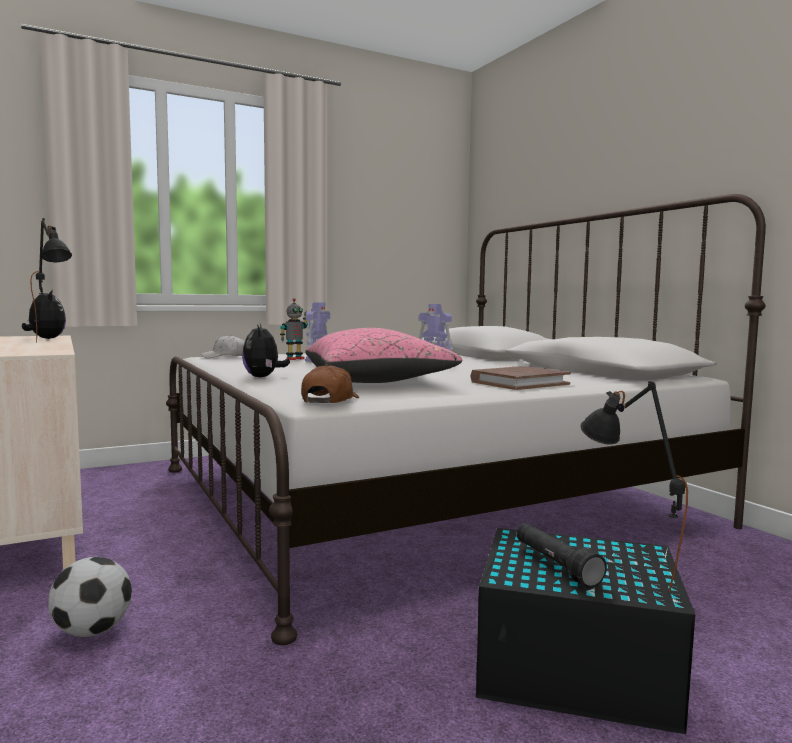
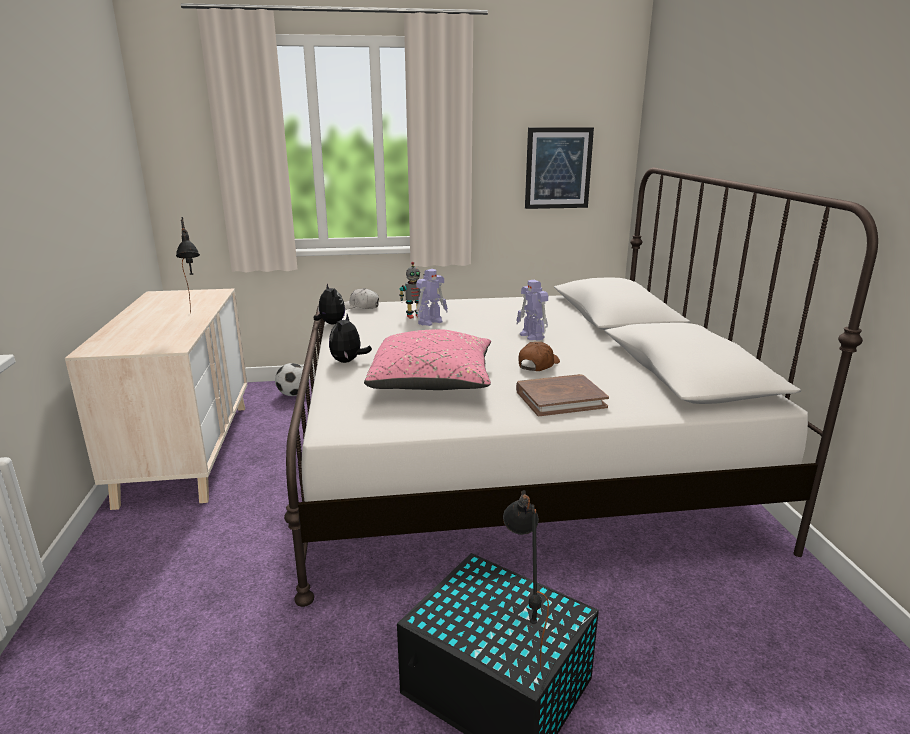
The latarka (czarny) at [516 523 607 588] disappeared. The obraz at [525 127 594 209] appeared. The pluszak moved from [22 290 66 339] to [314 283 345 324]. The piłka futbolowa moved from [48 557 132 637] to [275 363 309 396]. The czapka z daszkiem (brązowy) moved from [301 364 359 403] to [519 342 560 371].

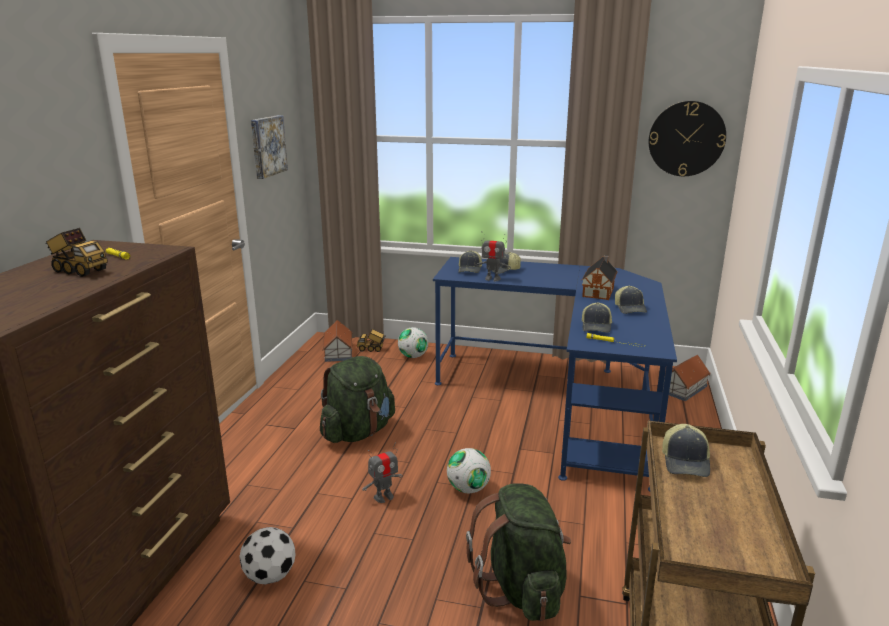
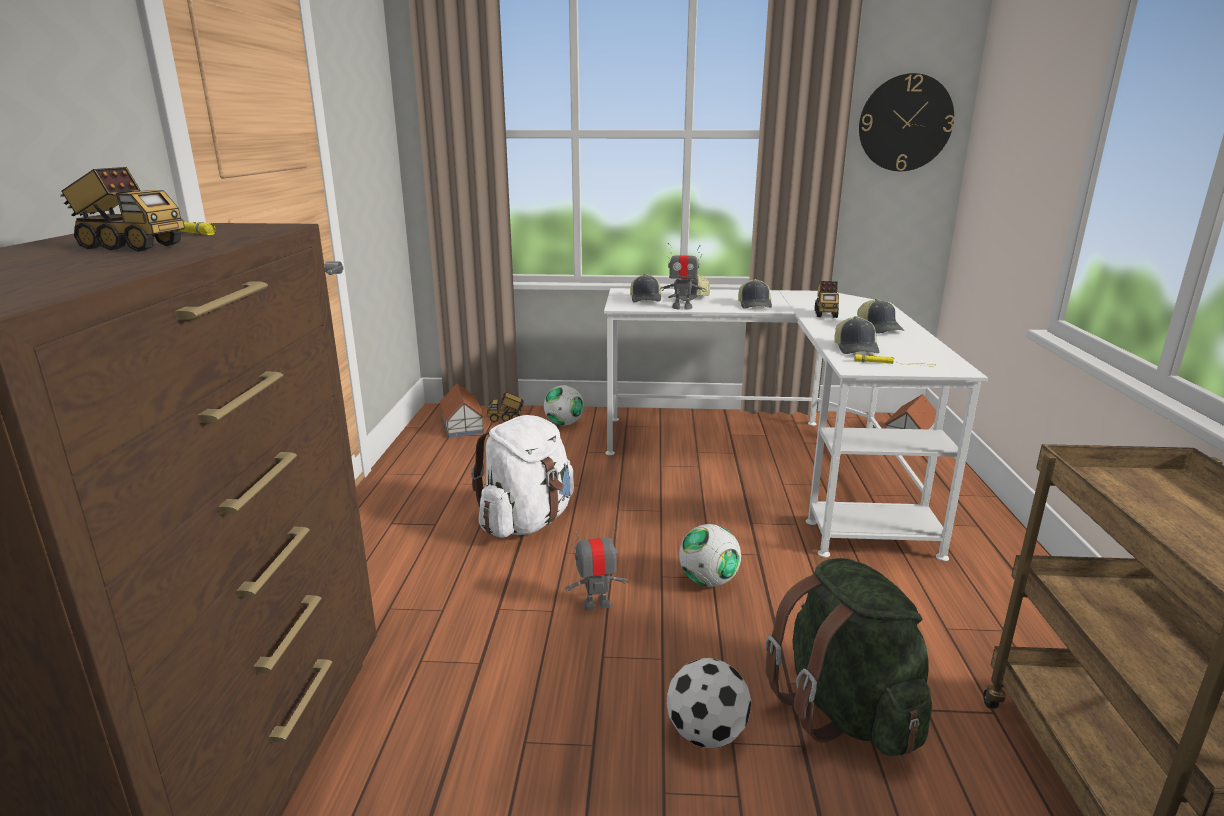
The obraz at [251 115 288 179] disappeared. The piłka futbolowa moved from [239 527 296 585] to [667 658 751 748]. The czapka z daszkiem moved from [662 424 710 477] to [738 279 772 309]. The domek at [581 255 618 300] was replaced by the ciężarówka zabawkowa at [815 281 839 318]. The plecak (zielony) at [320 356 395 443] became the plecak (biały) at [471 415 574 538]. The biurko (niebieski) at [433 257 677 491] became the biurko (biały) at [604 288 988 561]. The robot zabawkowy at [362 443 403 503] turned 150 degrees counterclockwise.

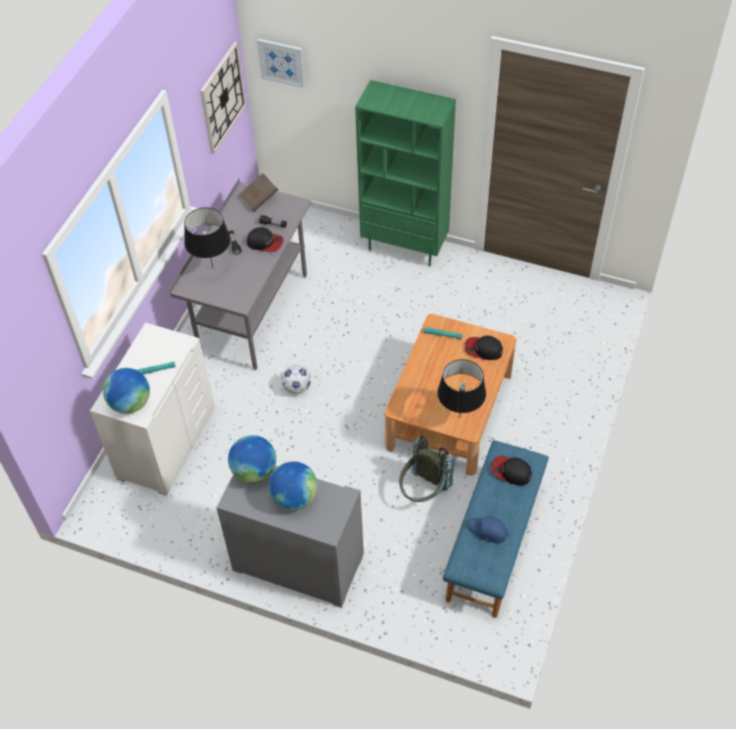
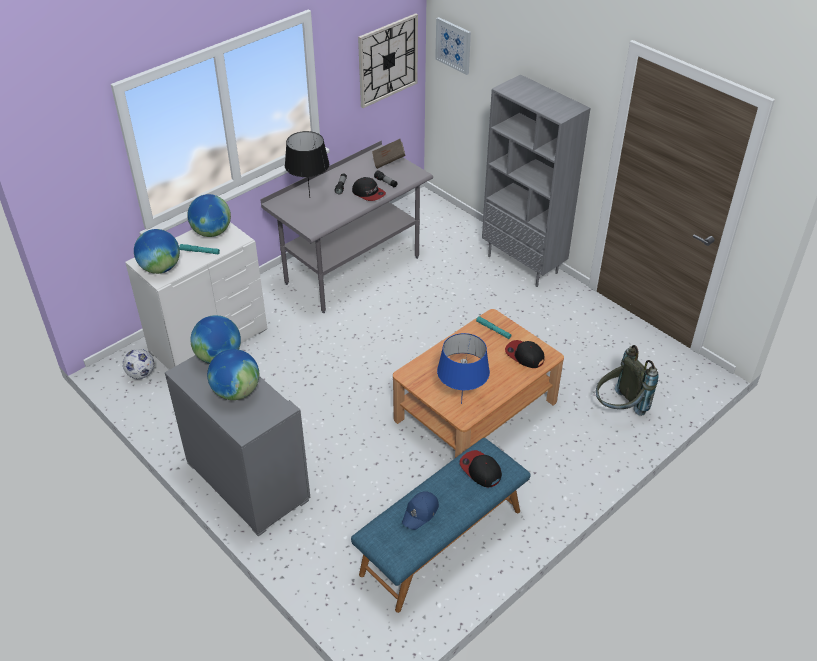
The globus at [187 194 231 237] appeared. The piłka futbolowa moved from [282 365 311 394] to [123 349 154 379]. The plecak (szary) moved from [399 436 455 502] to [596 345 659 416]. The regał (zielony) at [355 80 456 266] became the regał (szary) at [482 75 590 287]. The lampa stołowa (czarny) at [437 359 486 414] became the lampa stołowa (niebieski) at [437 333 490 404]. The czapka z daszkiem (niebieski) at [467 516 508 543] turned 105 degrees counterclockwise.

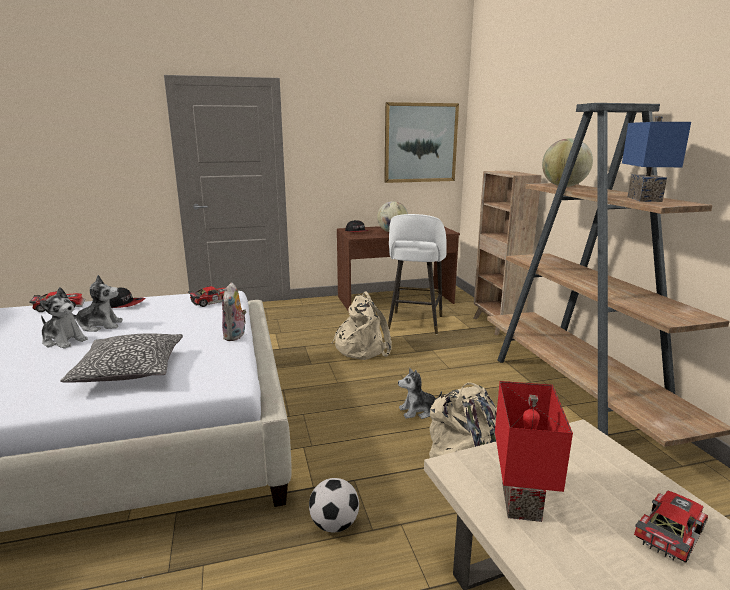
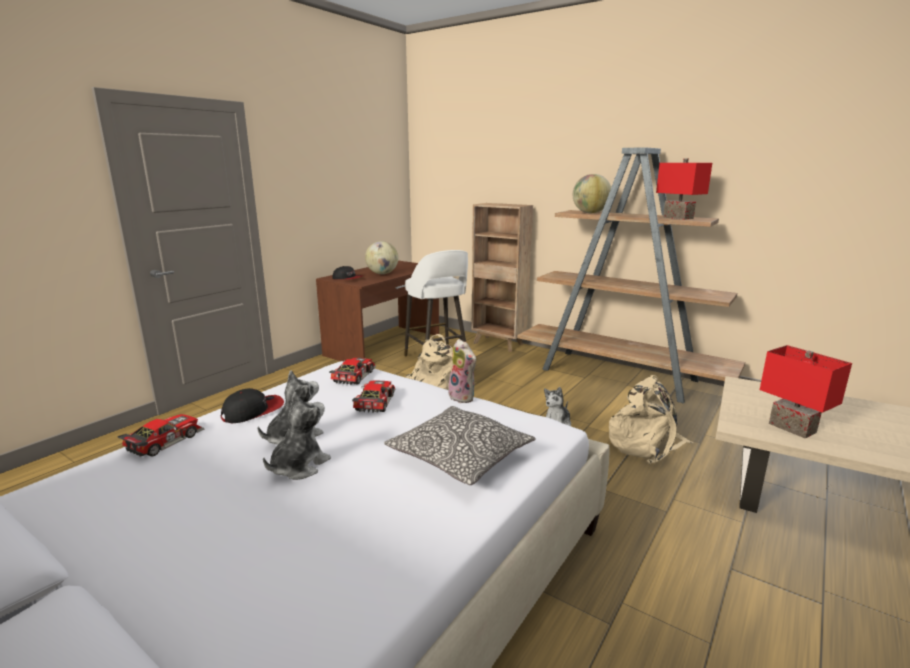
The piłka futbolowa at [309 478 359 532] disappeared. The obraz at [384 102 459 183] disappeared. The samochodzik moved from [634 491 708 563] to [352 381 396 413]. The lampa stołowa (niebieski) at [622 116 691 202] became the lampa stołowa (czerwony) at [656 159 712 220]. The pluszak at [39 287 88 349] turned 45 degrees counterclockwise.

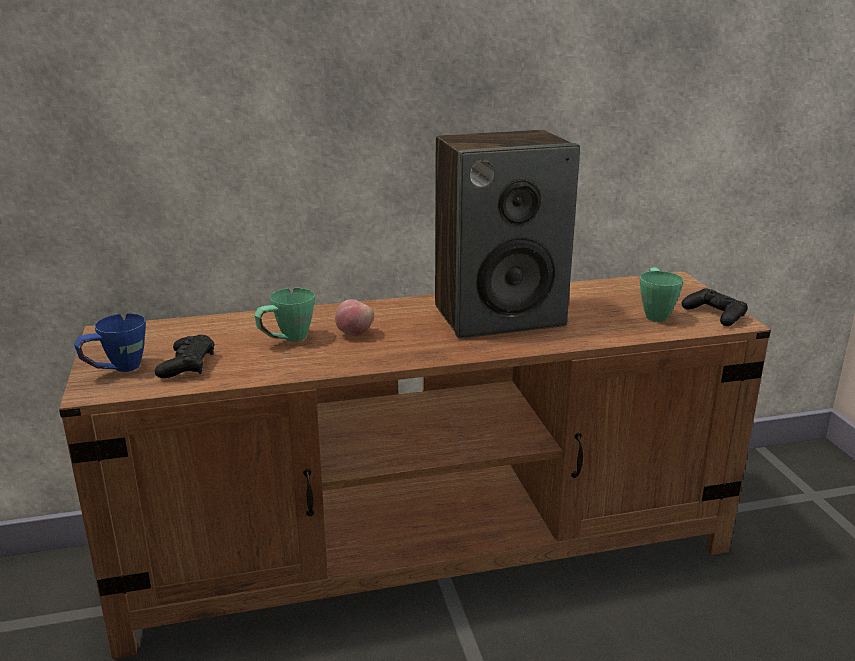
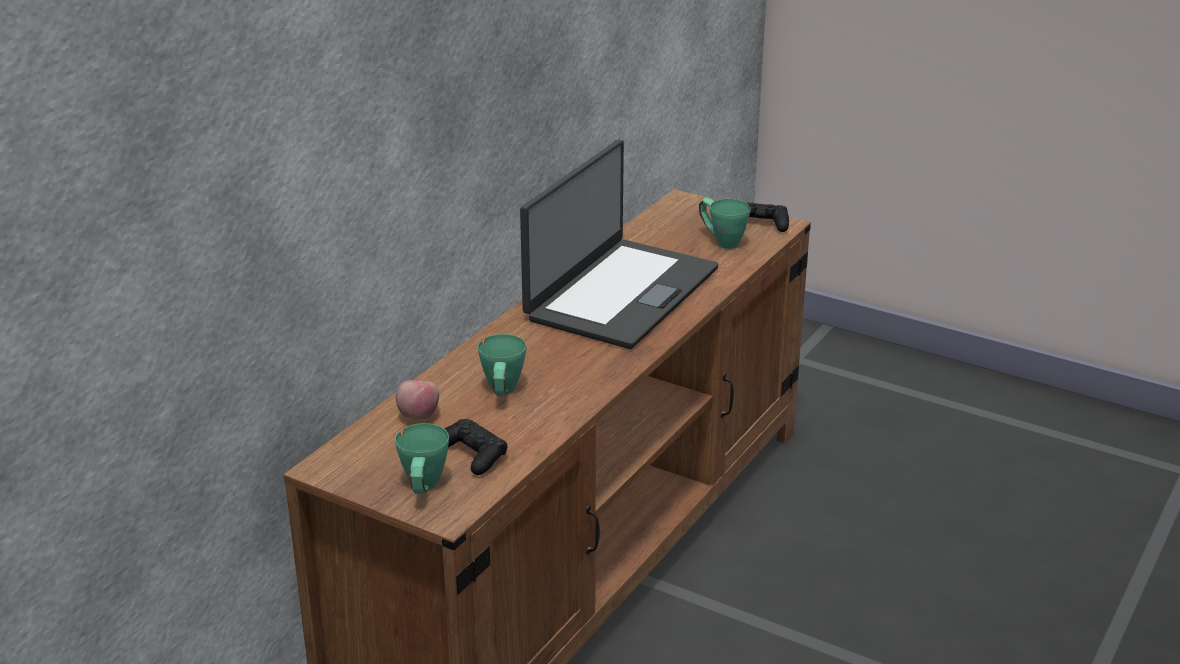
The jabłko moved from [335 299 374 336] to [396 380 439 419]. The głośnik at [435 130 580 339] was replaced by the laptop at [520 140 718 349]. The kubek (niebieski) at [74 313 146 372] became the kubek (zielony) at [395 423 449 494].

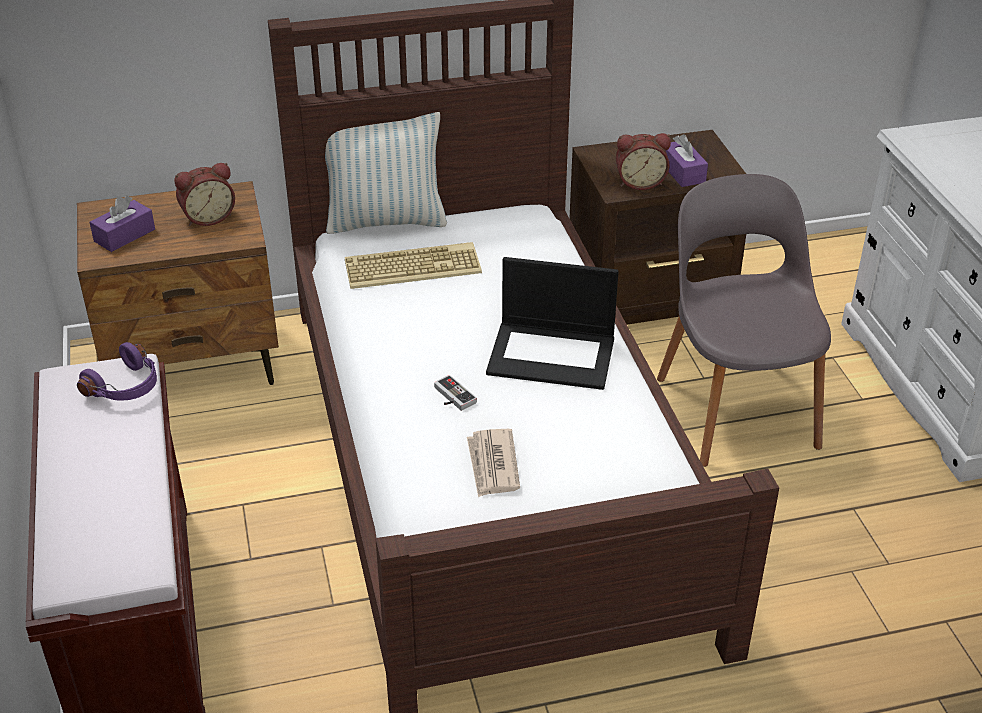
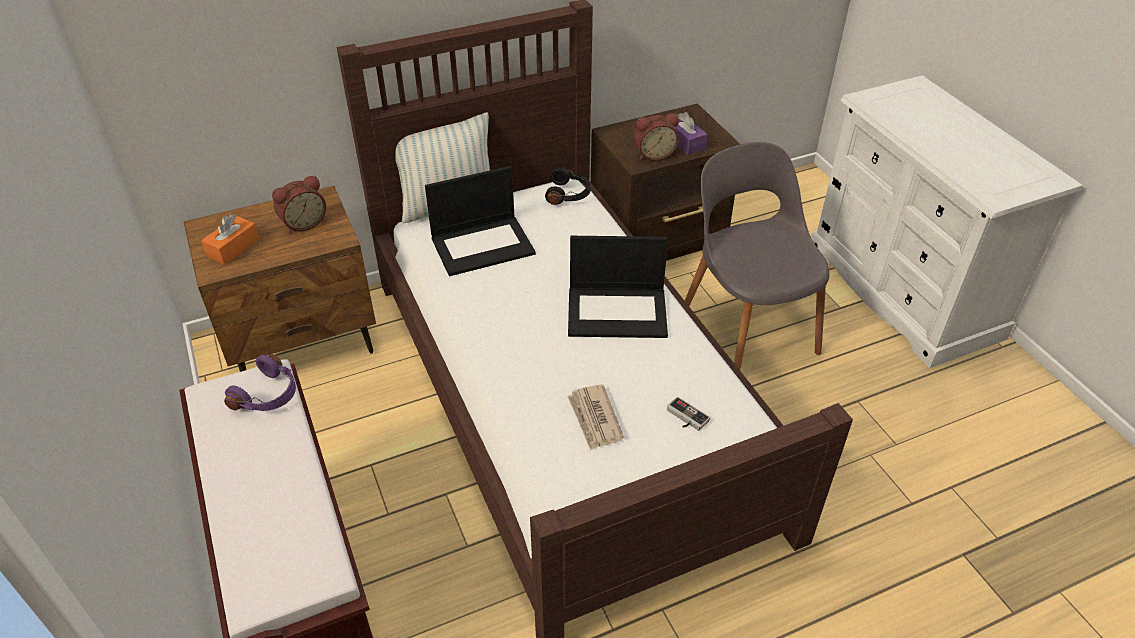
The słuchawki (czarny) at [545 167 590 205] appeared. The pad do gier moved from [434 375 477 411] to [667 397 710 431]. The klawiatura at [345 242 482 289] was replaced by the laptop at [425 166 536 276]. The pudełko chusteczek (fioletowy) at [90 195 155 252] became the pudełko chusteczek (pomarańczowy) at [201 214 259 265].

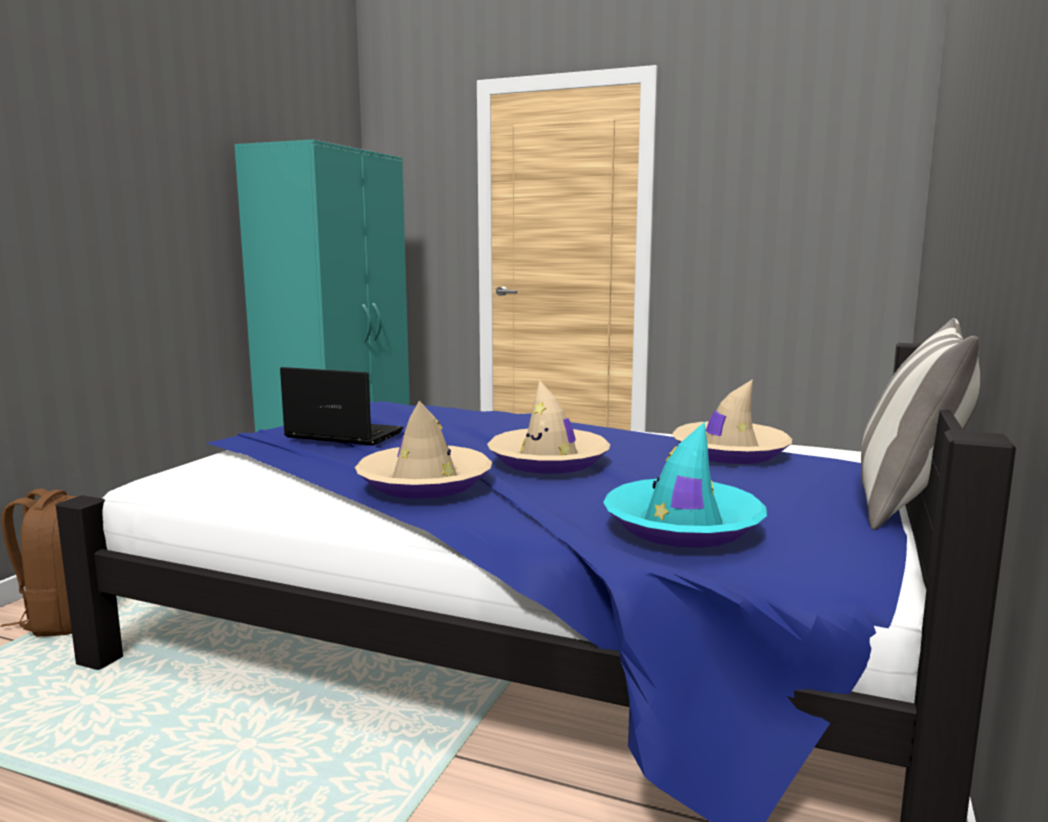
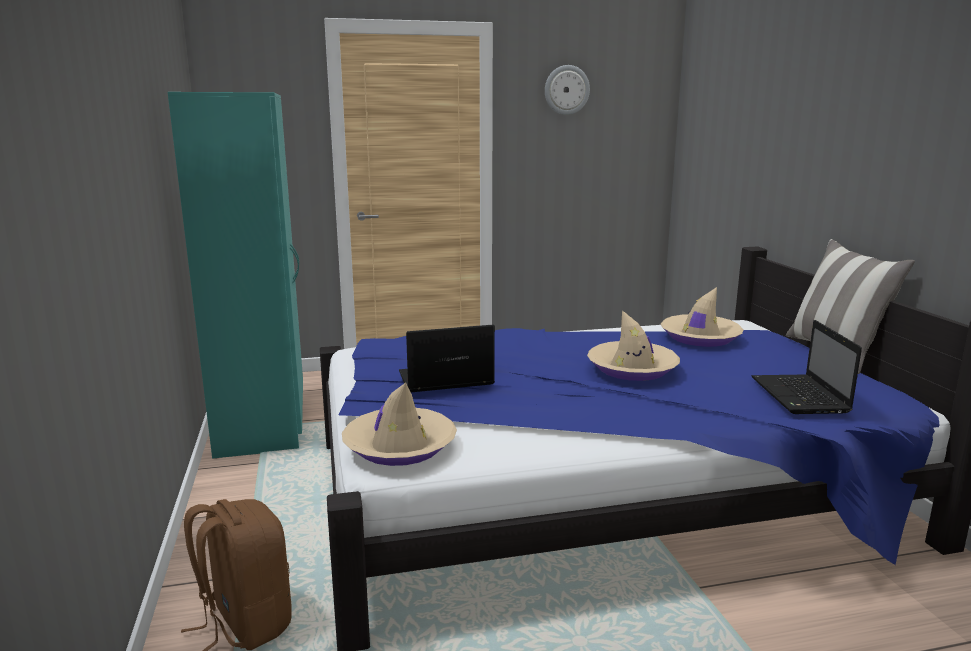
The zegar ścienny at [545 65 590 115] appeared. The kapelusz (beżowy) moved from [355 401 492 499] to [342 383 457 466]. The kapelusz (turkusowy) at [603 422 767 548] was replaced by the laptop at [752 320 862 414].

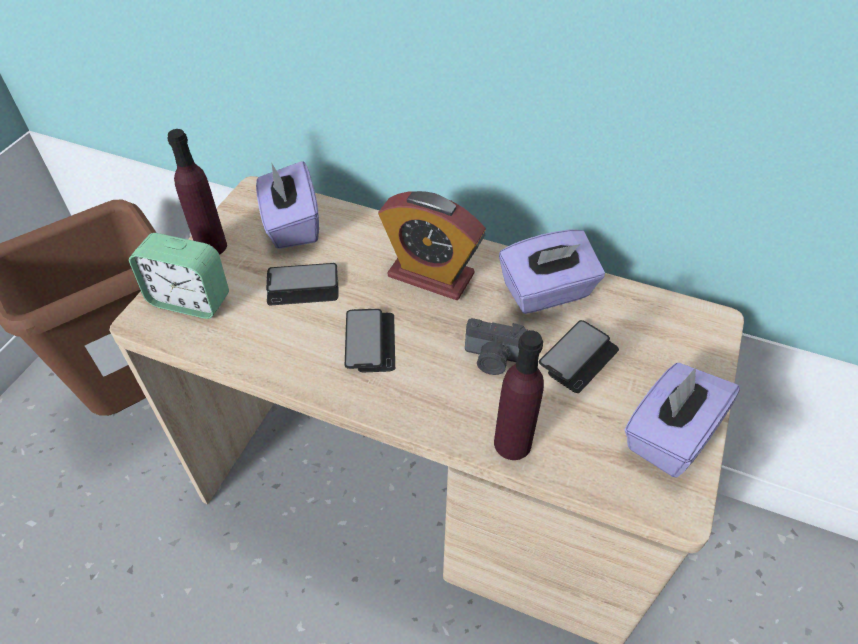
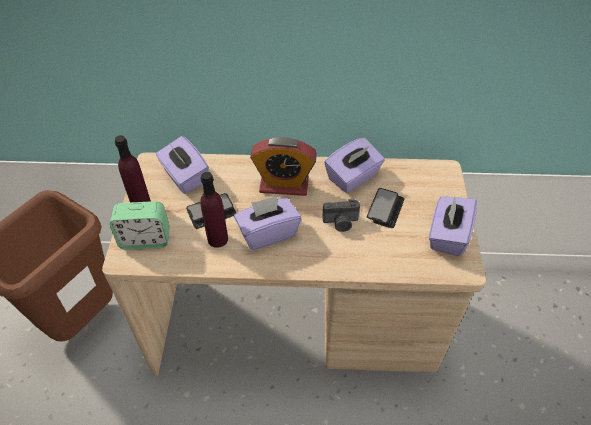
The butelka (fioletowy) moved from [494 330 544 460] to [200 172 228 248]. The telefon at [345 309 395 372] was replaced by the pudełko chusteczek (fioletowy) at [234 196 301 250].

